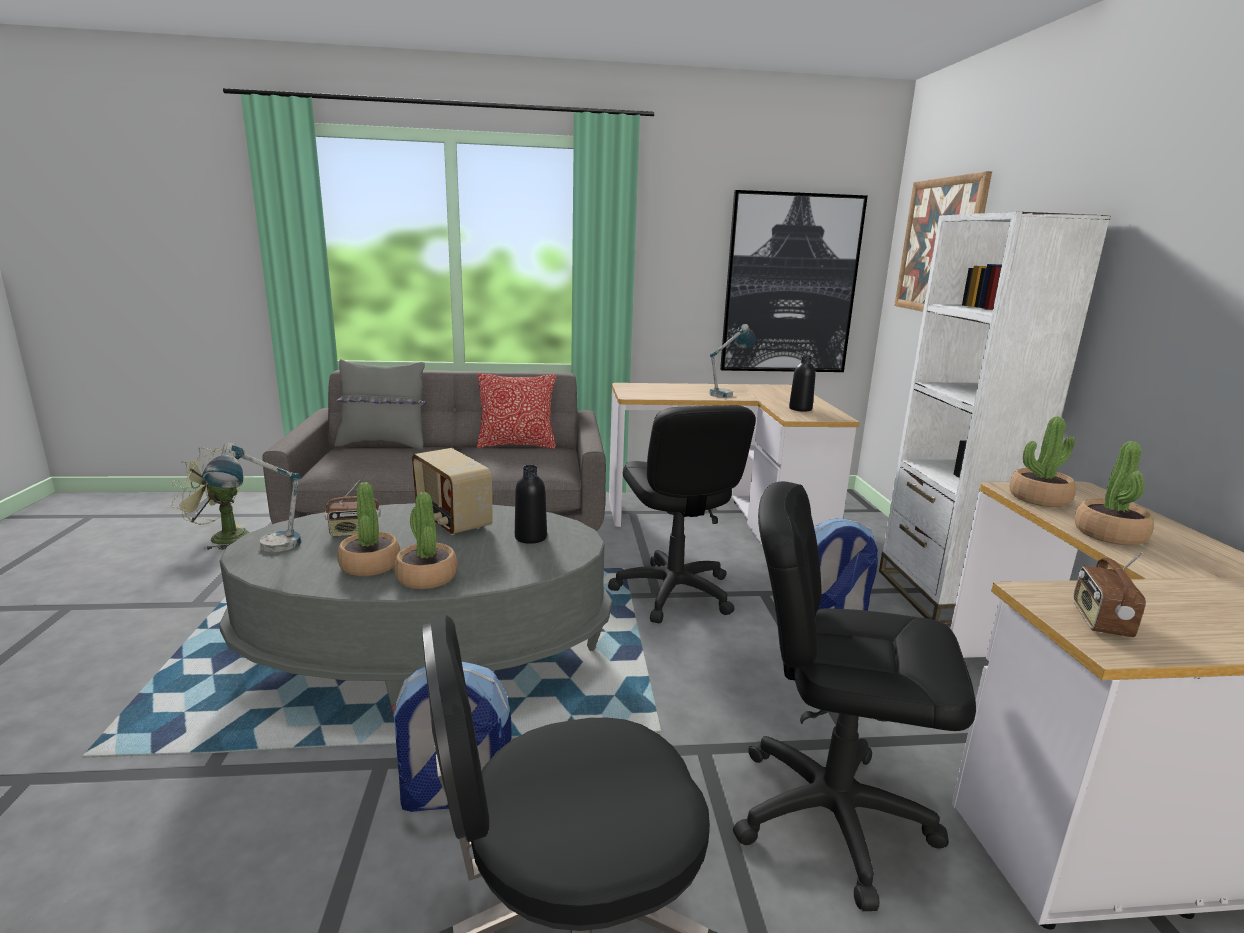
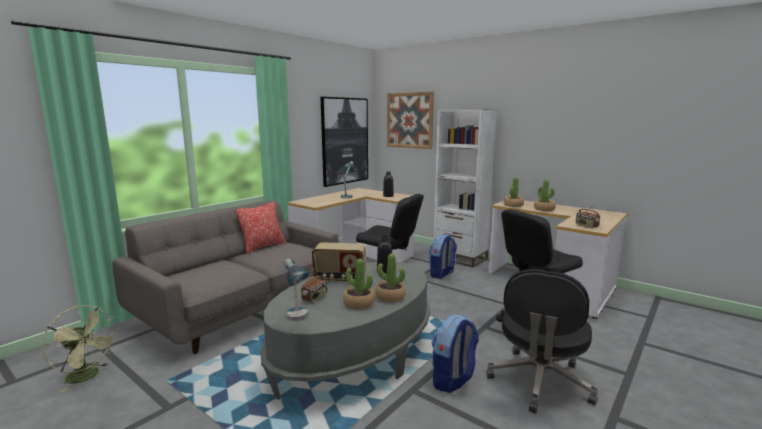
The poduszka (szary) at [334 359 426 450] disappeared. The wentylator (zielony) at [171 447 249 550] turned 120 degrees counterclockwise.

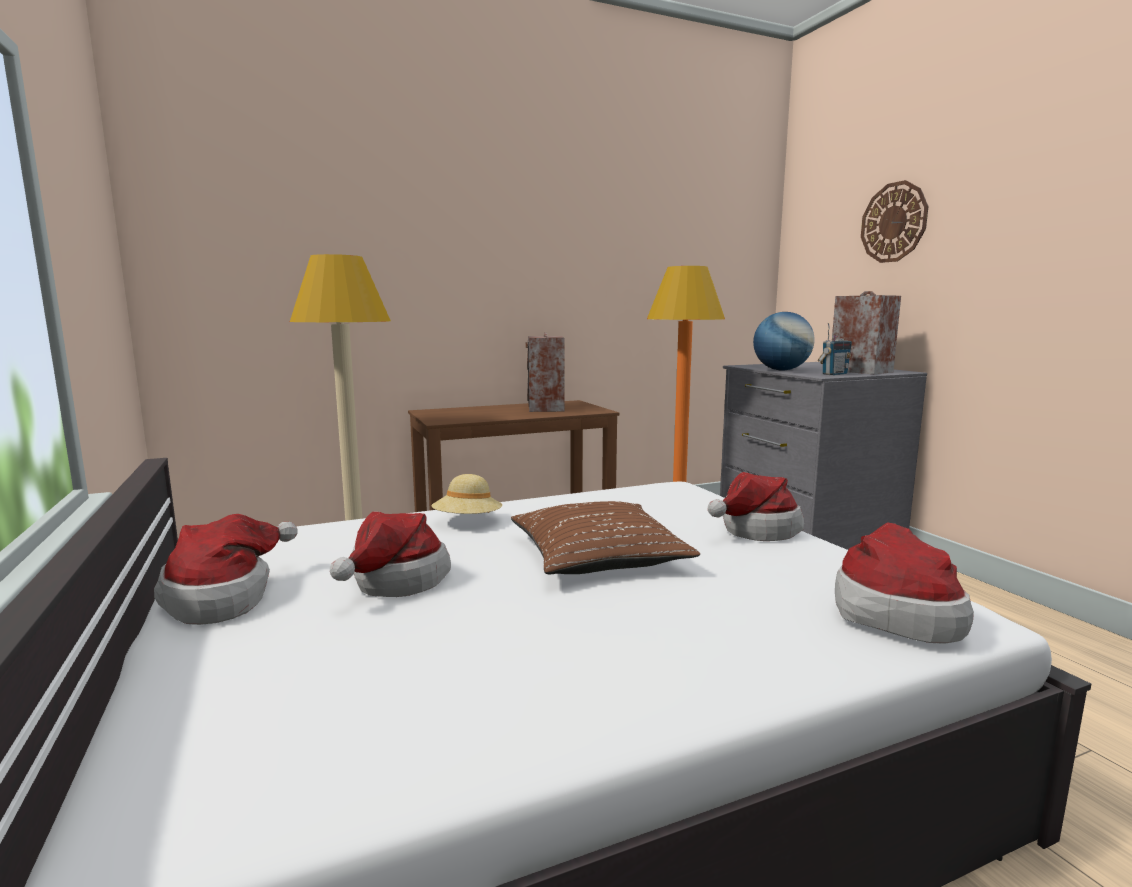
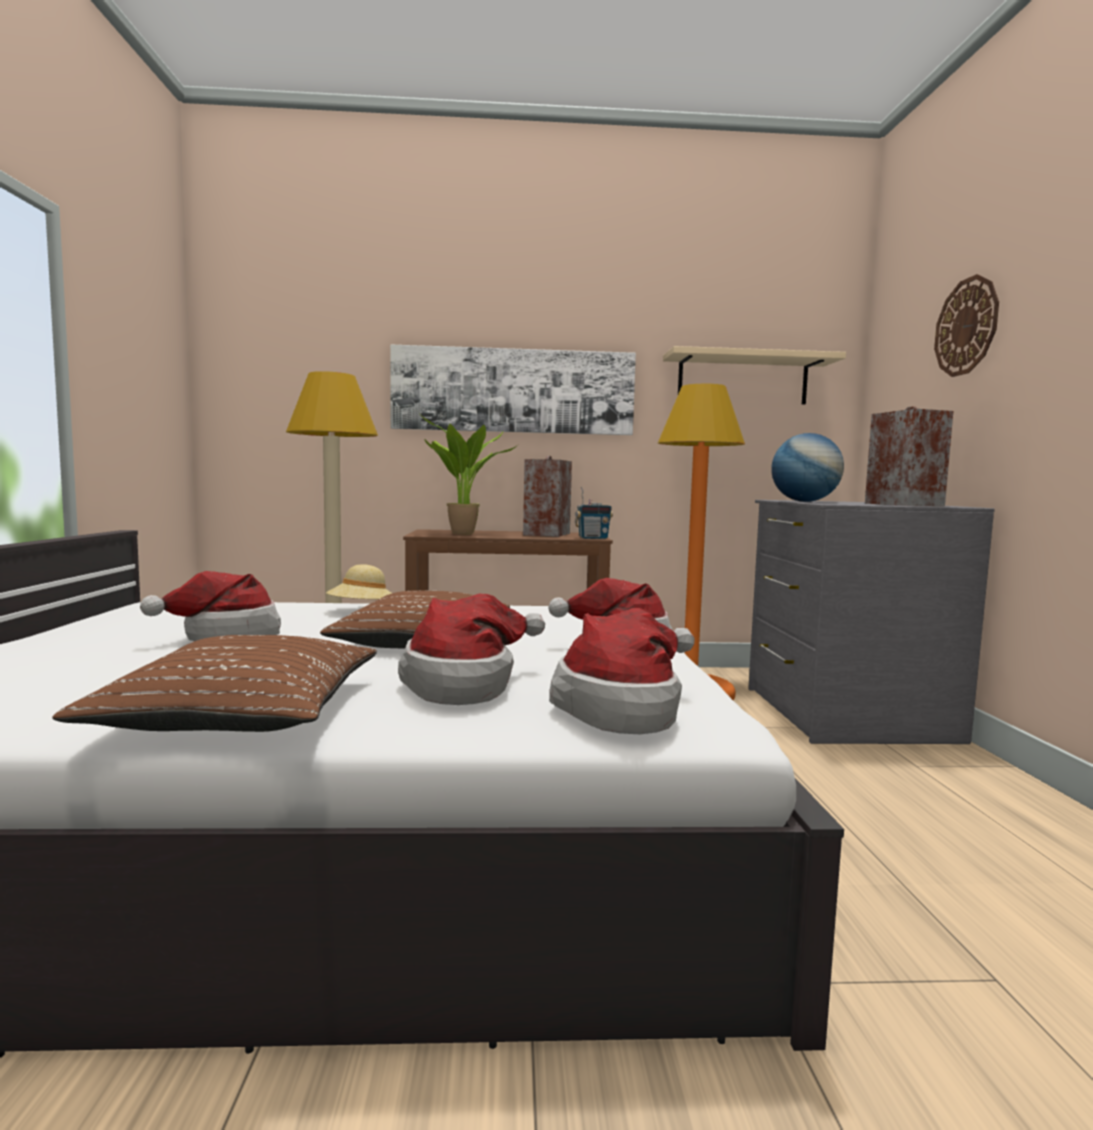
The poduszka (brązowy) at [52 635 377 732] appeared. The obraz at [390 344 636 435] appeared. The roślina doniczkowa at [419 413 518 535] appeared. The półka (beżowy) at [663 346 846 405] appeared. The kapelusz moved from [154 514 298 625] to [398 594 545 705]. The radio moved from [818 323 852 375] to [575 487 613 539].

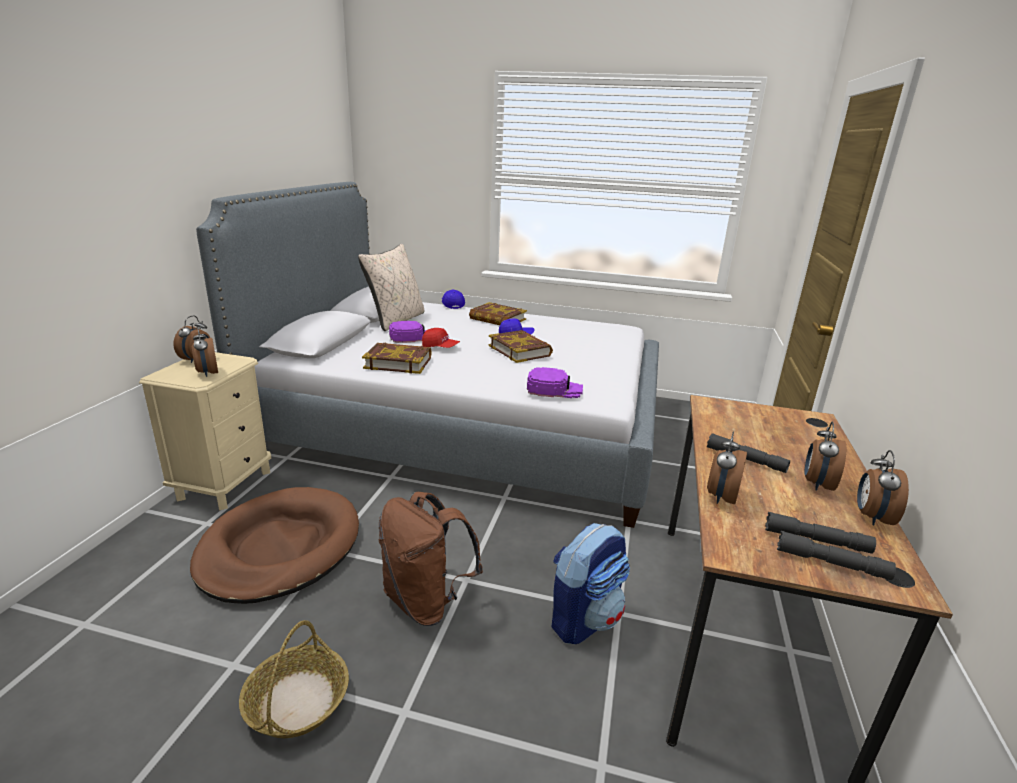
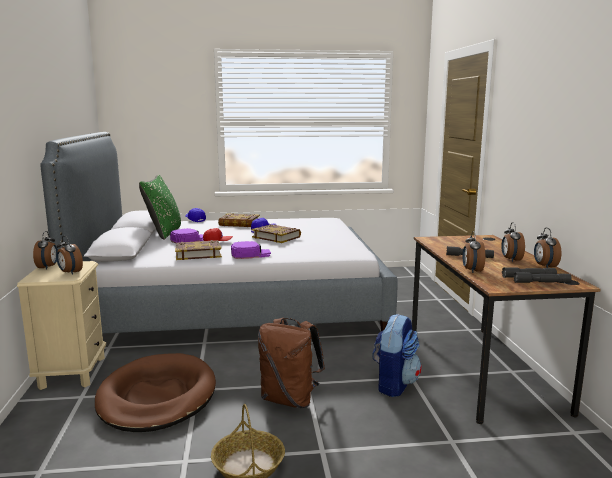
The czapka z daszkiem (fioletowy) moved from [527 367 583 398] to [231 241 271 259]. The poduszka (beżowy) at [358 244 424 331] became the poduszka (zielony) at [139 175 181 240].

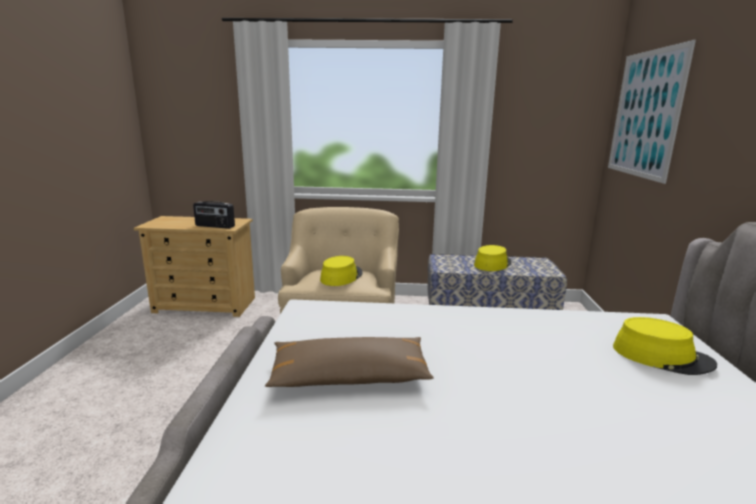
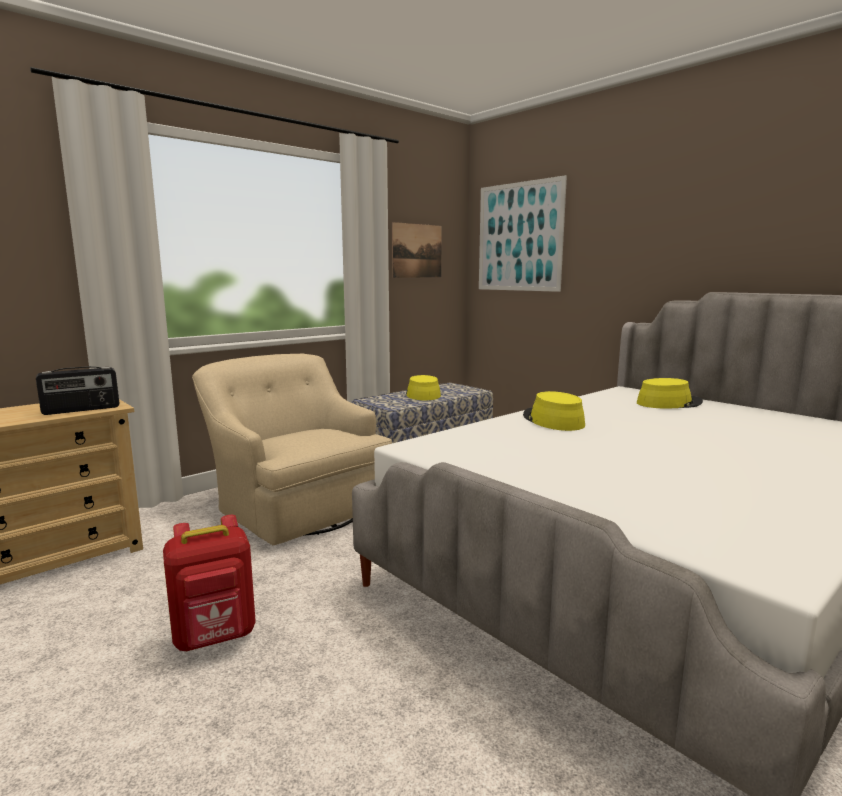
The poduszka (brązowy) at [265 337 433 387] disappeared. The plecak (czerwony) at [163 515 256 651] appeared. The obraz at [392 222 442 278] appeared. The kapelusz (żółty) moved from [320 256 363 286] to [523 391 585 431].

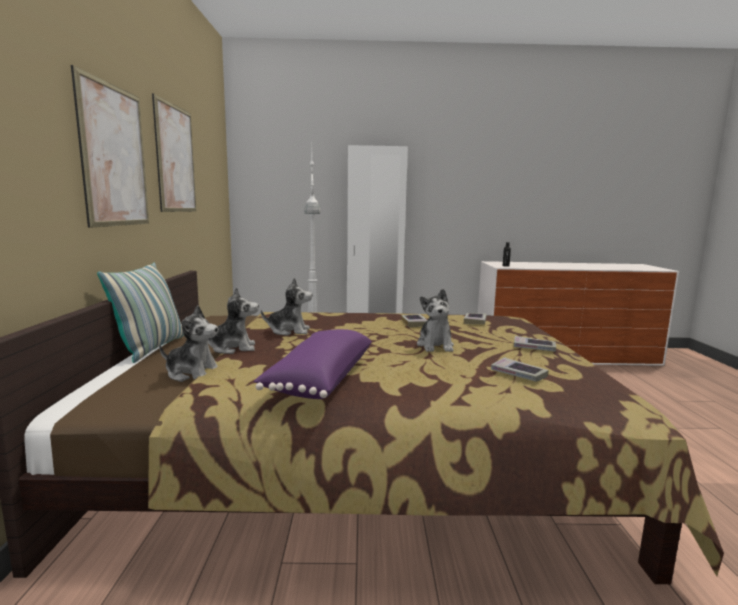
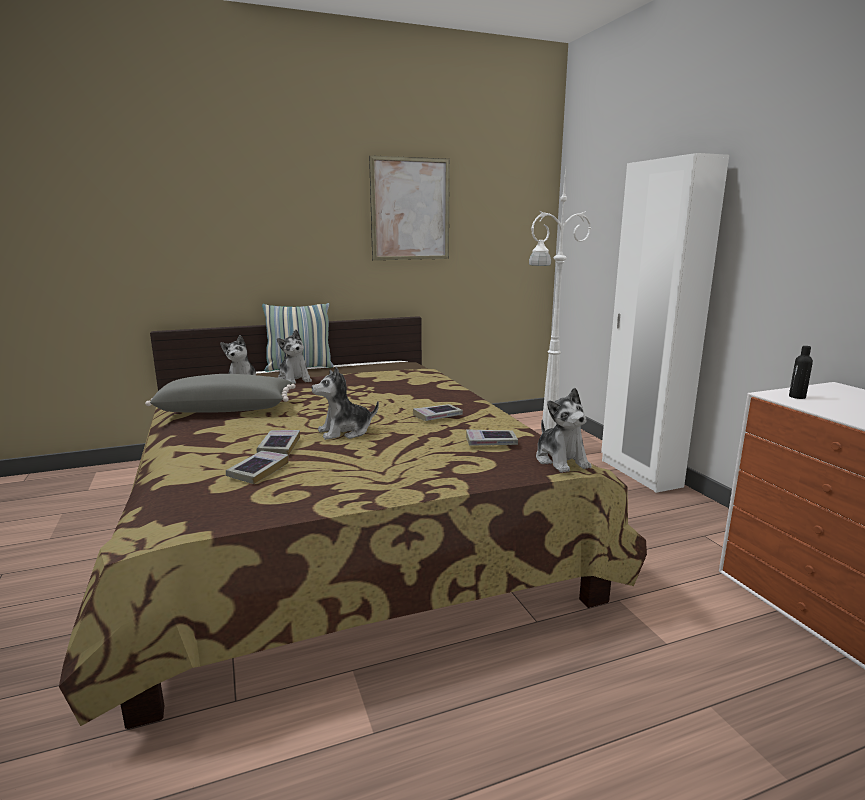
The obraz at [71 65 149 228] disappeared. The pluszak moved from [261 278 312 336] to [536 388 592 473]. The książka moved from [514 336 556 352] to [257 430 300 456]. The poduszka (fioletowy) at [254 329 372 399] became the poduszka (szary) at [145 374 296 412].

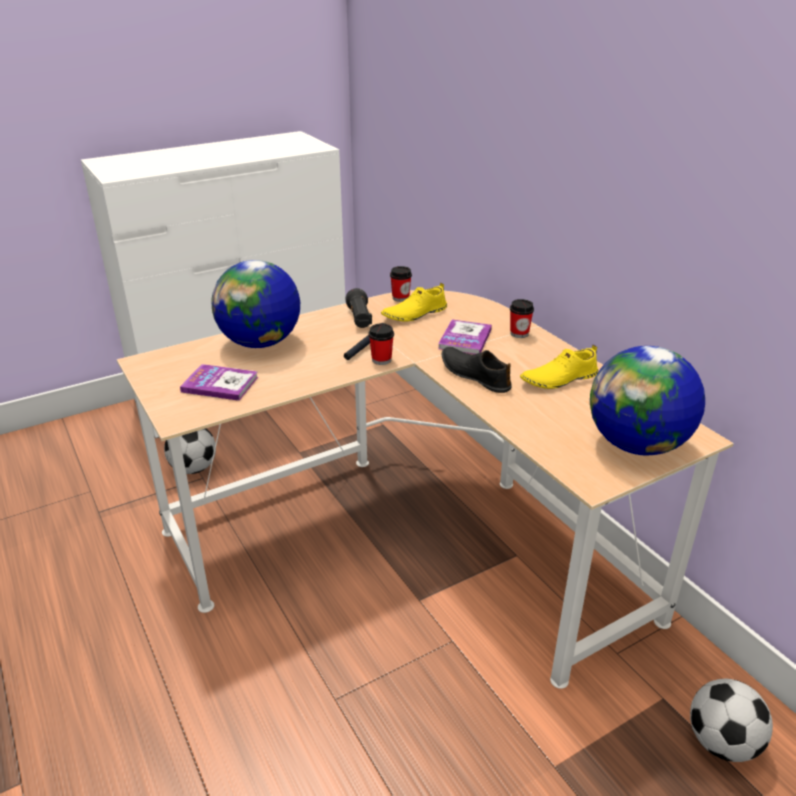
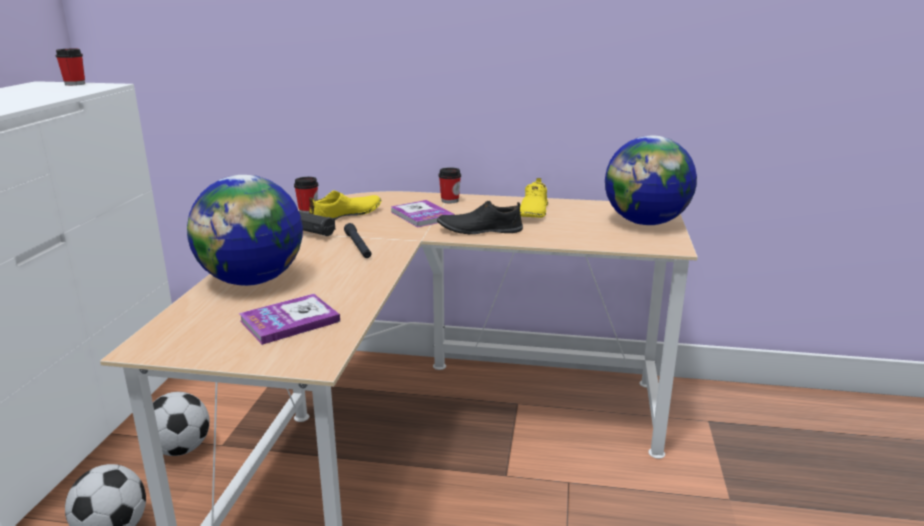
The filiżanka moved from [369 323 394 365] to [56 49 85 86]. The piłka futbolowa moved from [690 679 773 762] to [153 392 210 456]. The but (żółty) at [381 283 447 322] turned 135 degrees counterclockwise.

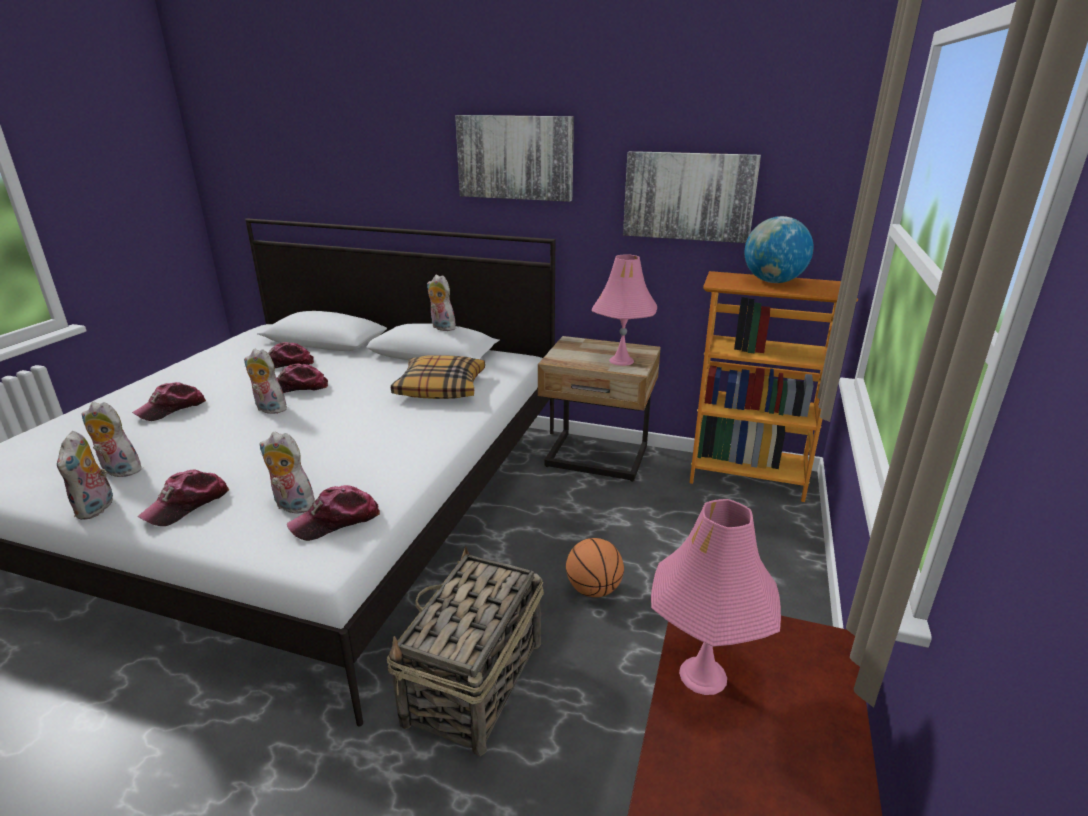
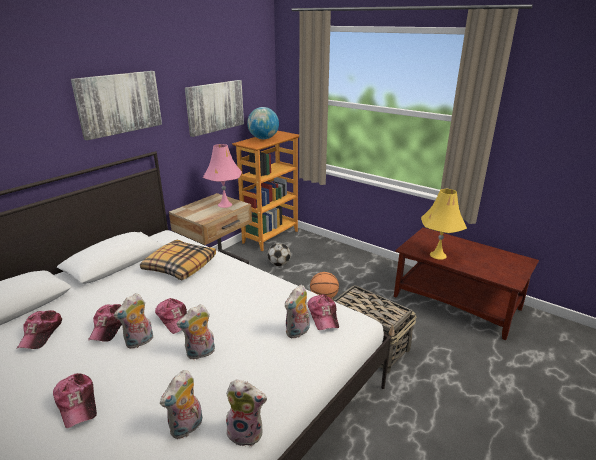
The piłka futbolowa at [267 243 291 266] appeared. The czapka z daszkiem moved from [137 470 229 526] to [155 298 187 334]. The pluszak moved from [427 275 456 331] to [177 304 215 360]. The lampa stołowa (różowy) at [651 499 781 695] became the lampa stołowa (żółty) at [421 189 467 260].

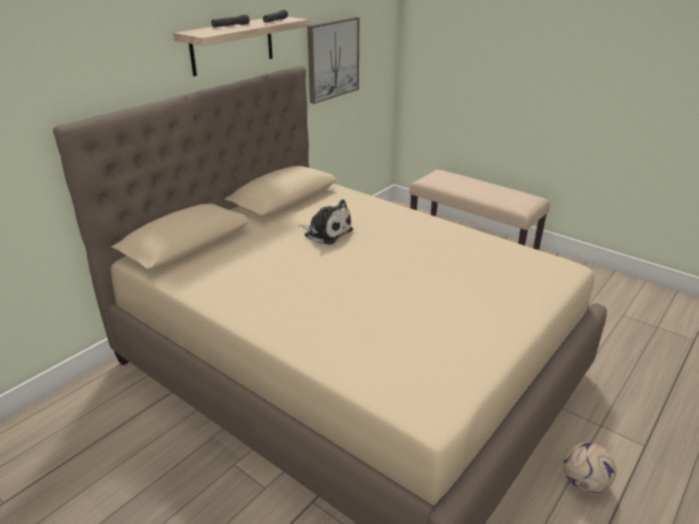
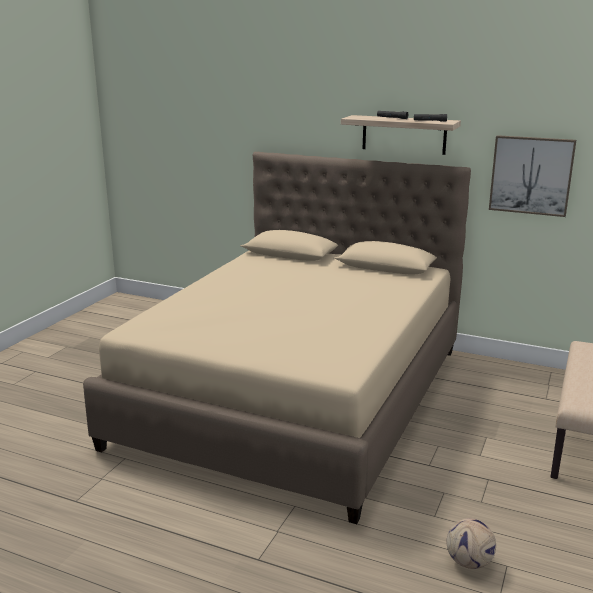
The pluszak at [299 200 353 245] disappeared. The piłka futbolowa moved from [563 442 617 494] to [447 518 496 569].

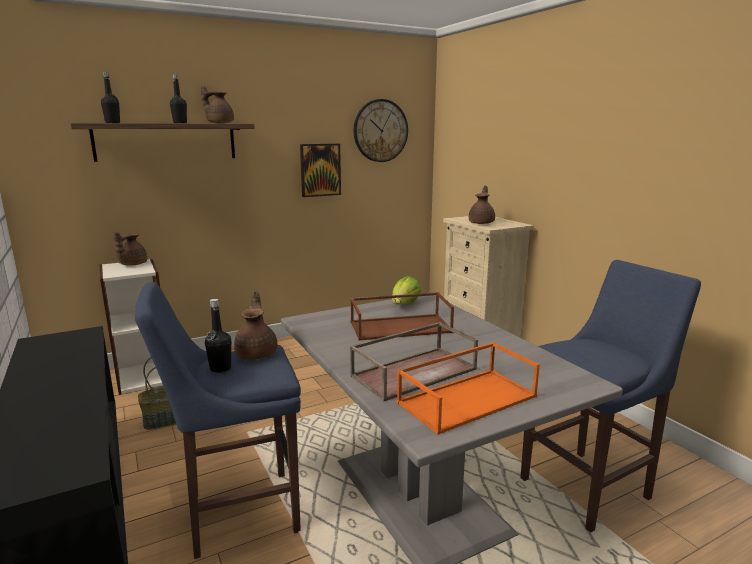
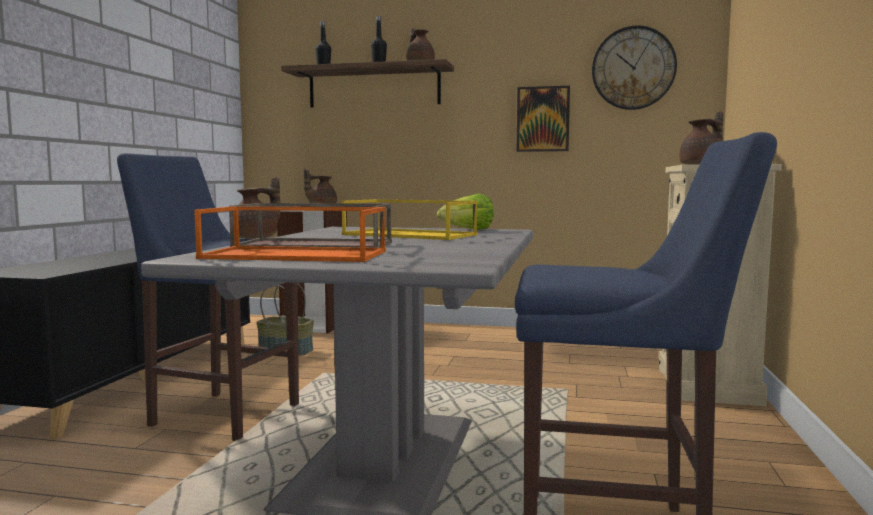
The butelka (czarny) at [205 299 231 373] disappeared. The taca (brązowy) at [350 292 454 341] became the taca (żółty) at [342 199 477 240].

